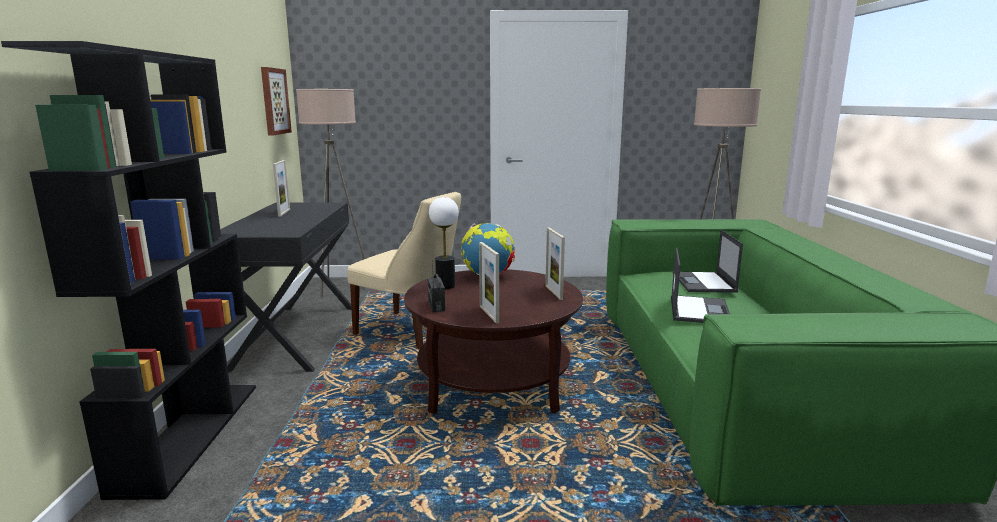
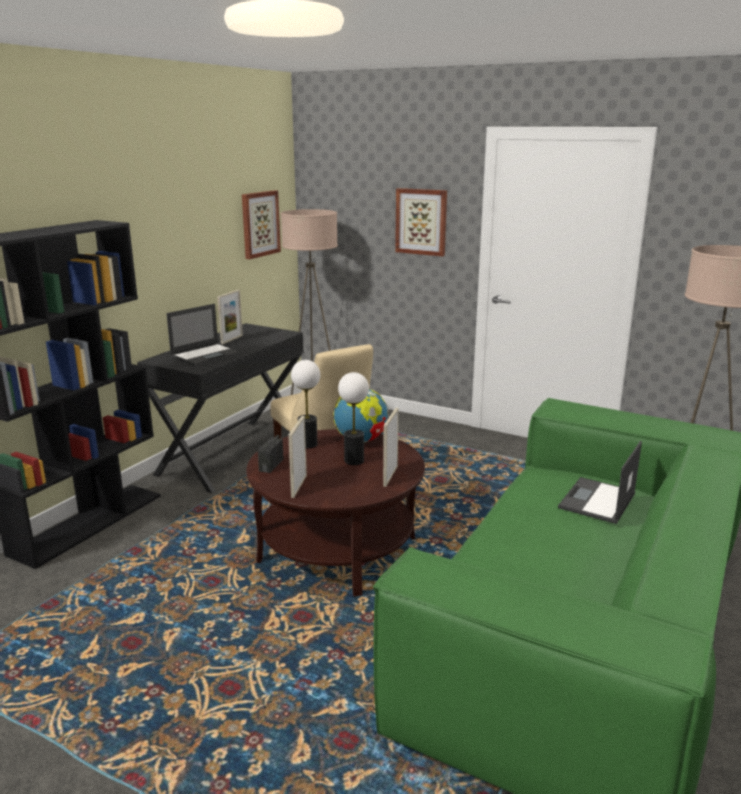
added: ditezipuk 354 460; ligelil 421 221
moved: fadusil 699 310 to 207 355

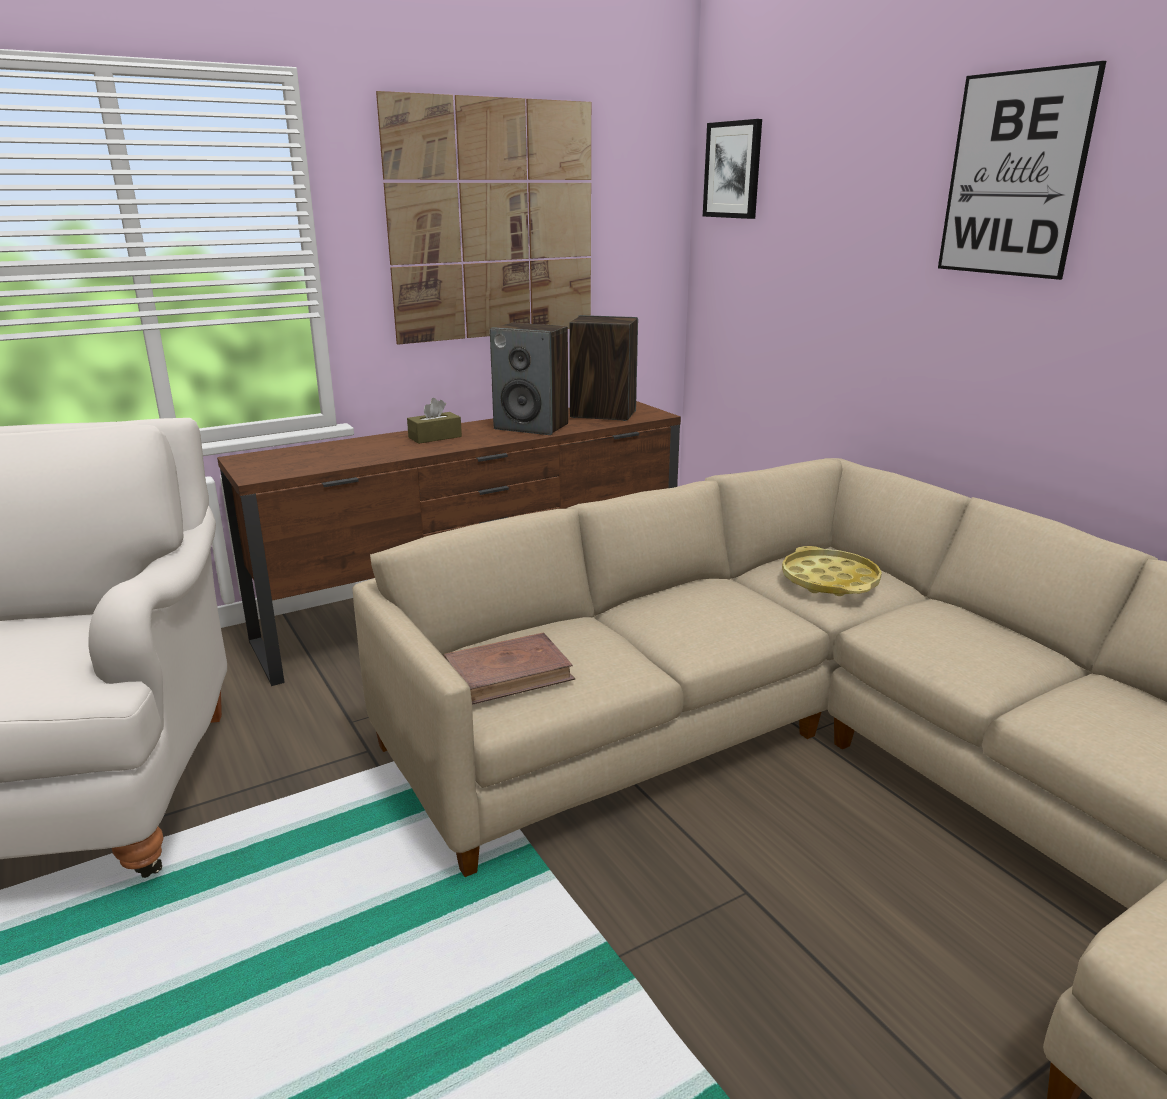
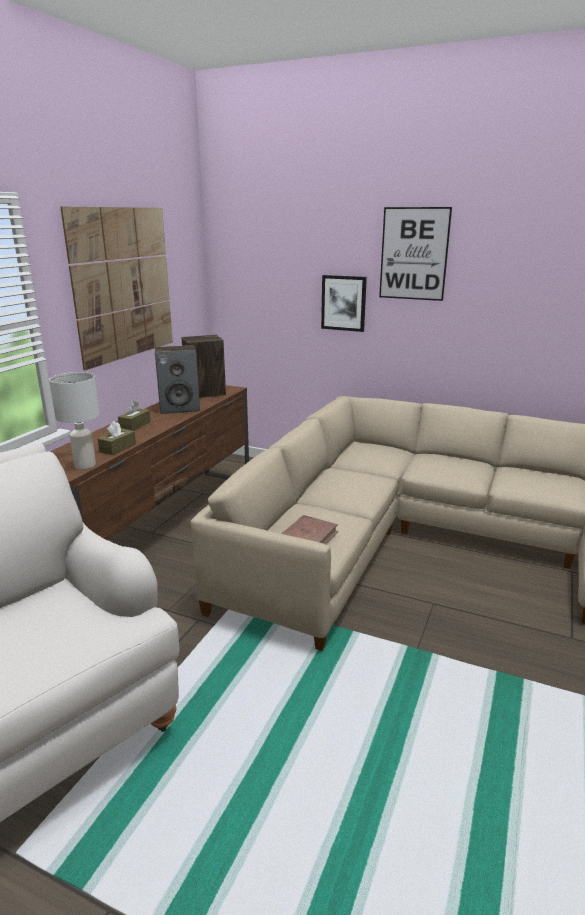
removed: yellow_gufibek 829 580
added: white_ditezipuk 86 465; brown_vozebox 118 448
moved: ligelil 733 170 to 343 303

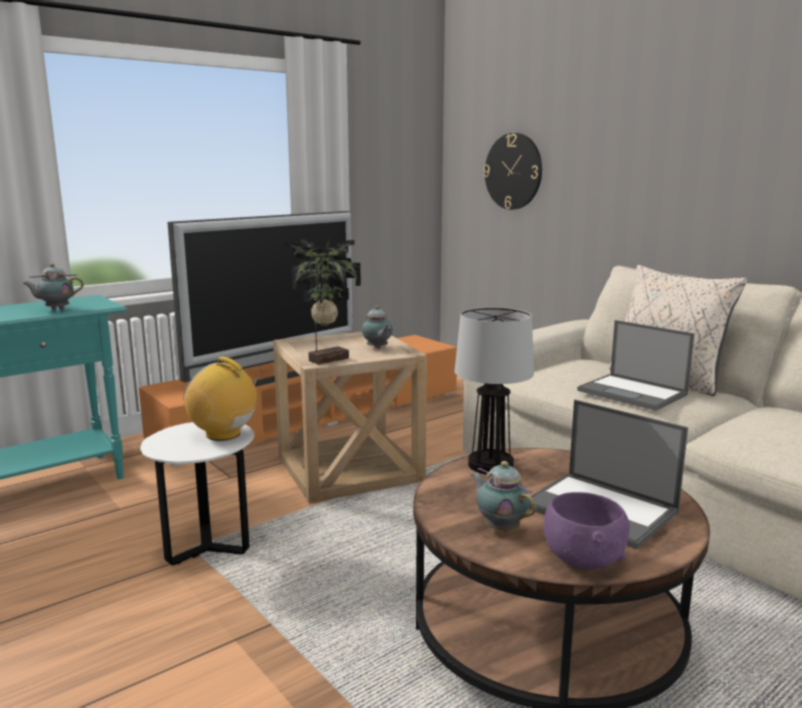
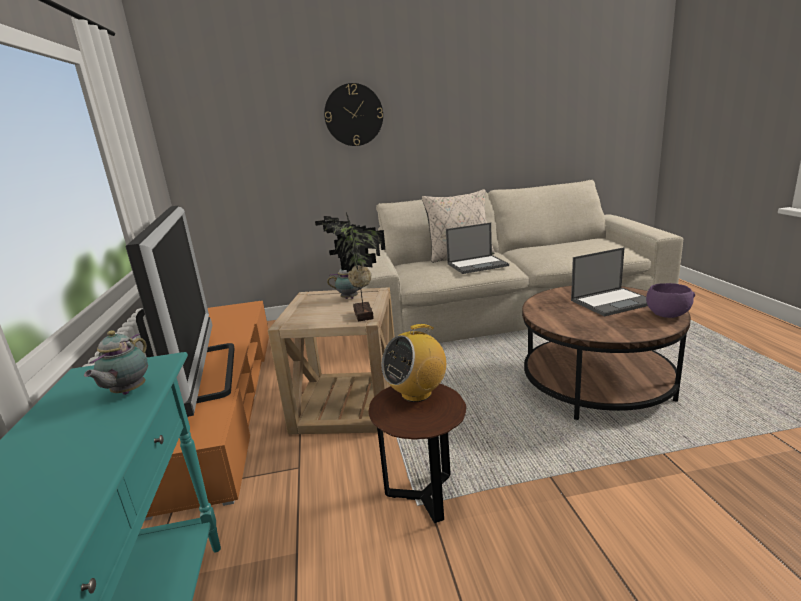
removed: ditezipuk 490 465; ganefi 500 528
moved: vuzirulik 513 171 to 353 115
recoloured: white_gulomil 207 548 to brown_gulomil 424 497

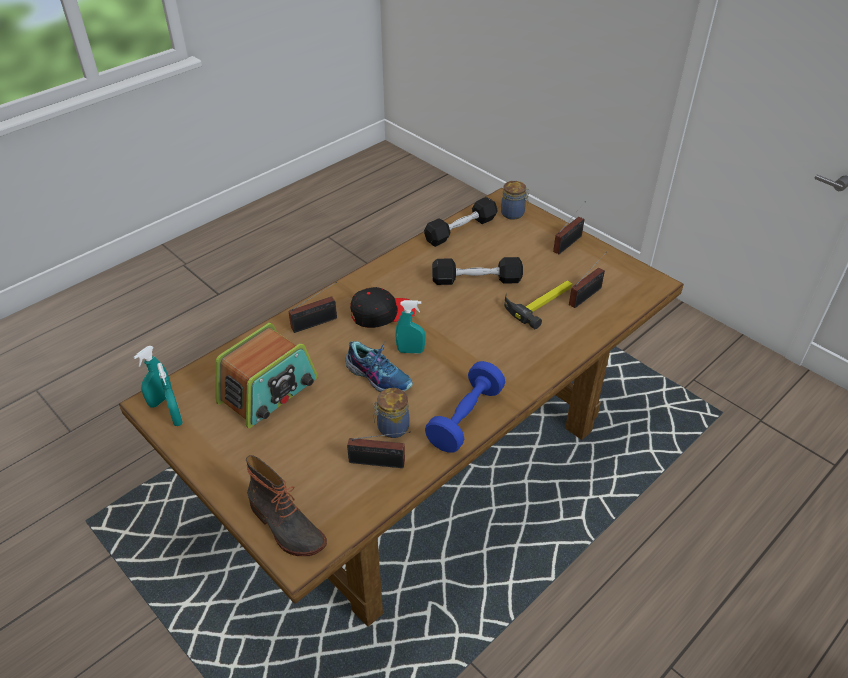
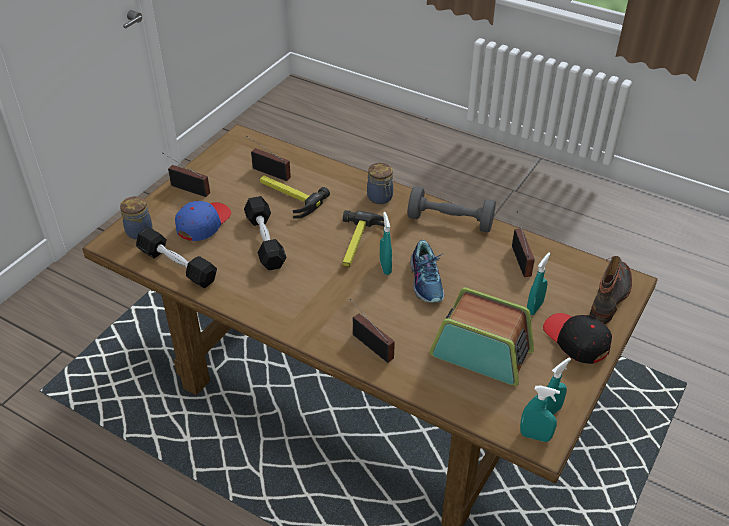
added: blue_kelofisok 203 223; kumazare 359 244; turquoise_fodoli 534 308
moved: black_kelofisok 382 313 to 576 340; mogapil 391 427 to 380 198
recoloured: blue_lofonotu 465 418 to grey_lofonotu 450 221
turned: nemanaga 379 376 = 427 281 150 degrees clockwise

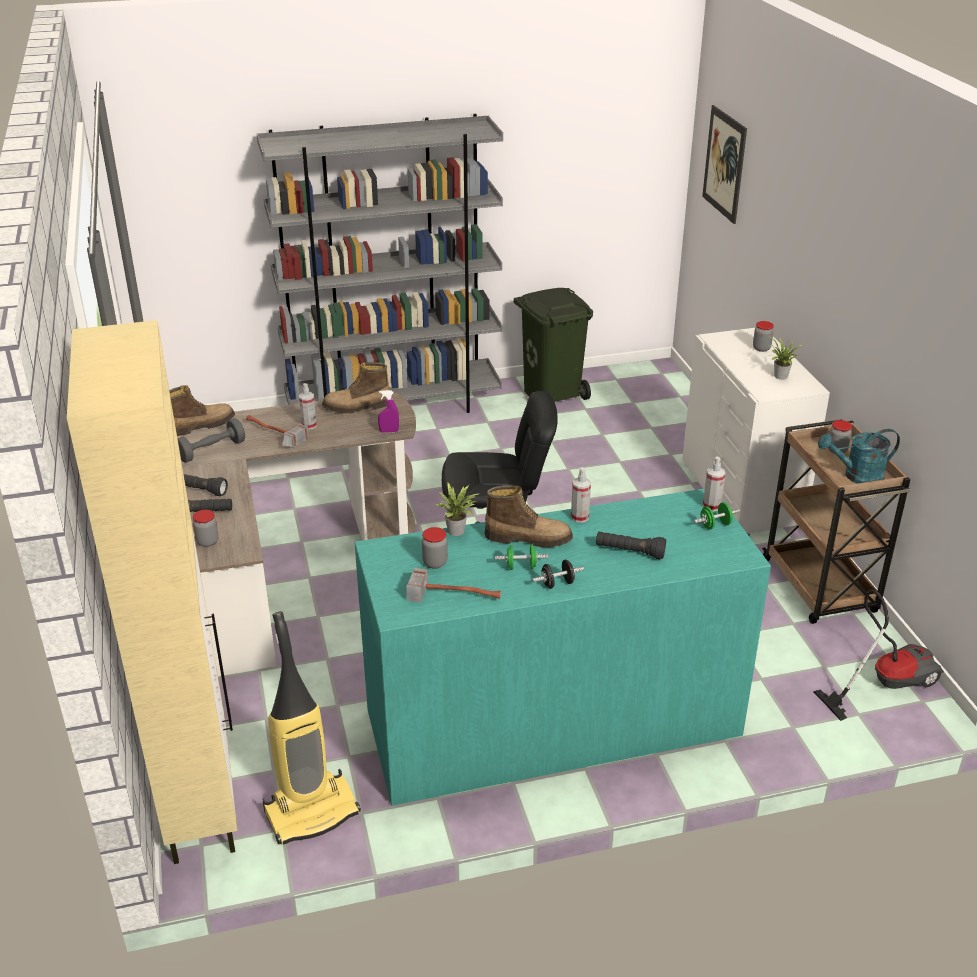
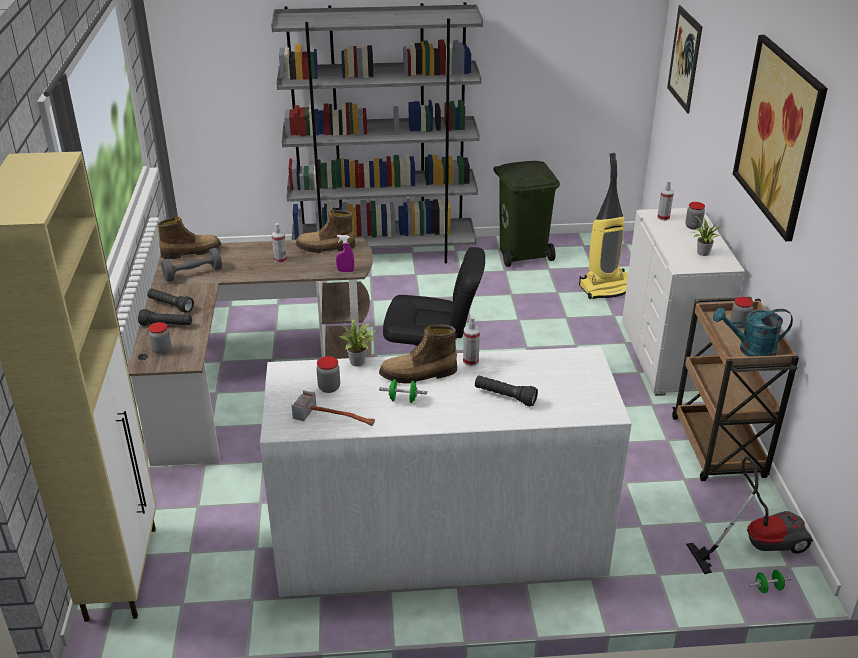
removed: kumazare 271 435; black_lofonotu 557 583
added: ligelil 779 135
moved: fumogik 312 811 to 606 288; green_lofonotu 715 525 to 768 588; fodoli 711 506 to 663 217
recoloured: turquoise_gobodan 552 722 to white_gobodan 440 541
turned: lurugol 528 538 = 418 375 150 degrees clockwise

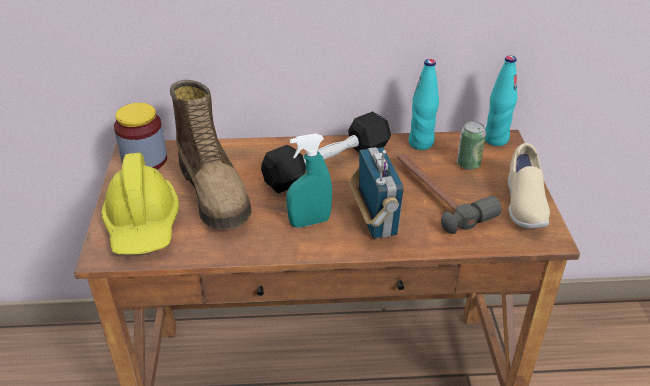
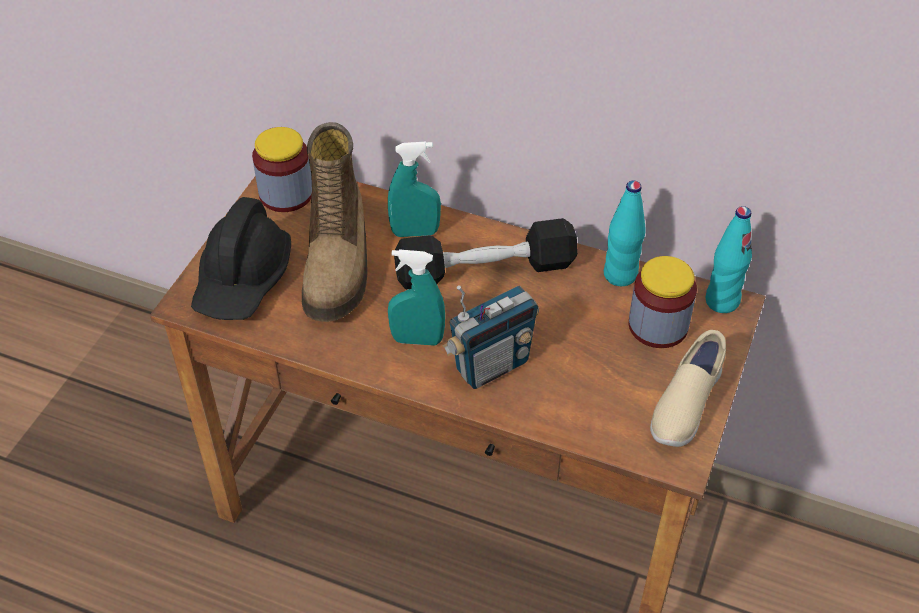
removed: kumazare 437 194
added: turquoise_fodoli 415 232
replaced: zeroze 468 164 to mogapil 658 326
recoloured: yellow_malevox 143 224 to black_malevox 243 279
turned: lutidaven 375 221 = 491 365 45 degrees clockwise

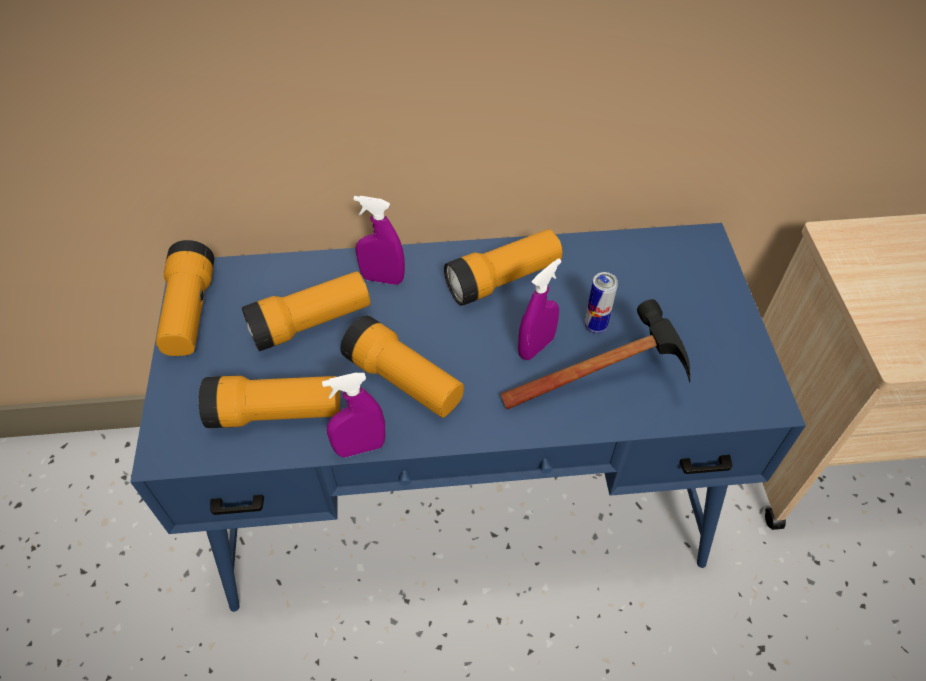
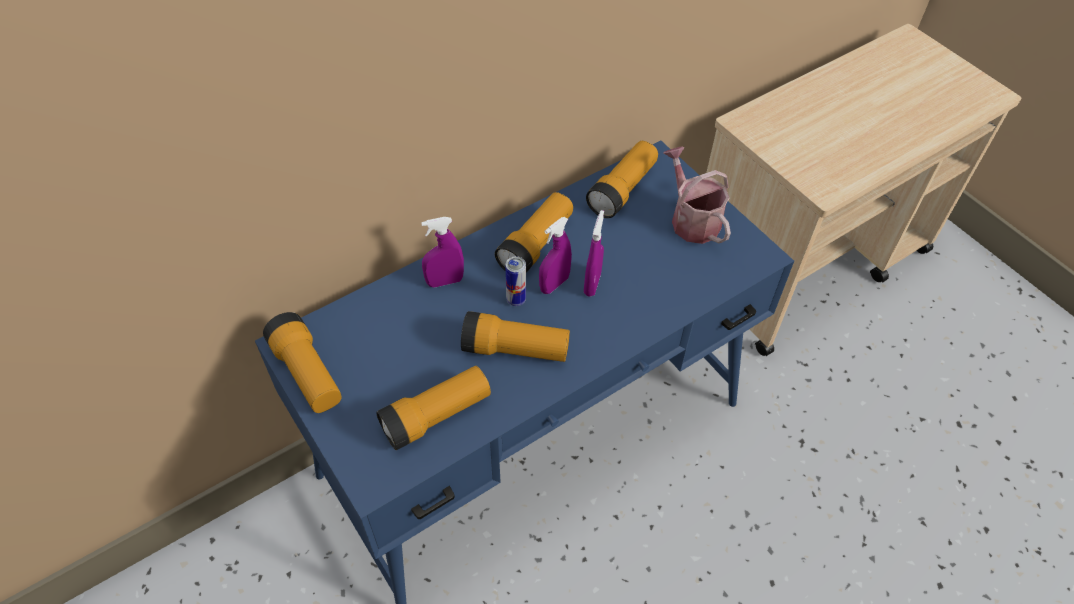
removed: kumazare 608 377
added: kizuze 691 219
moved: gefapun 311 323 to 622 190; purple_fodoli 360 447 to 554 284; zeroze 595 326 to 516 300

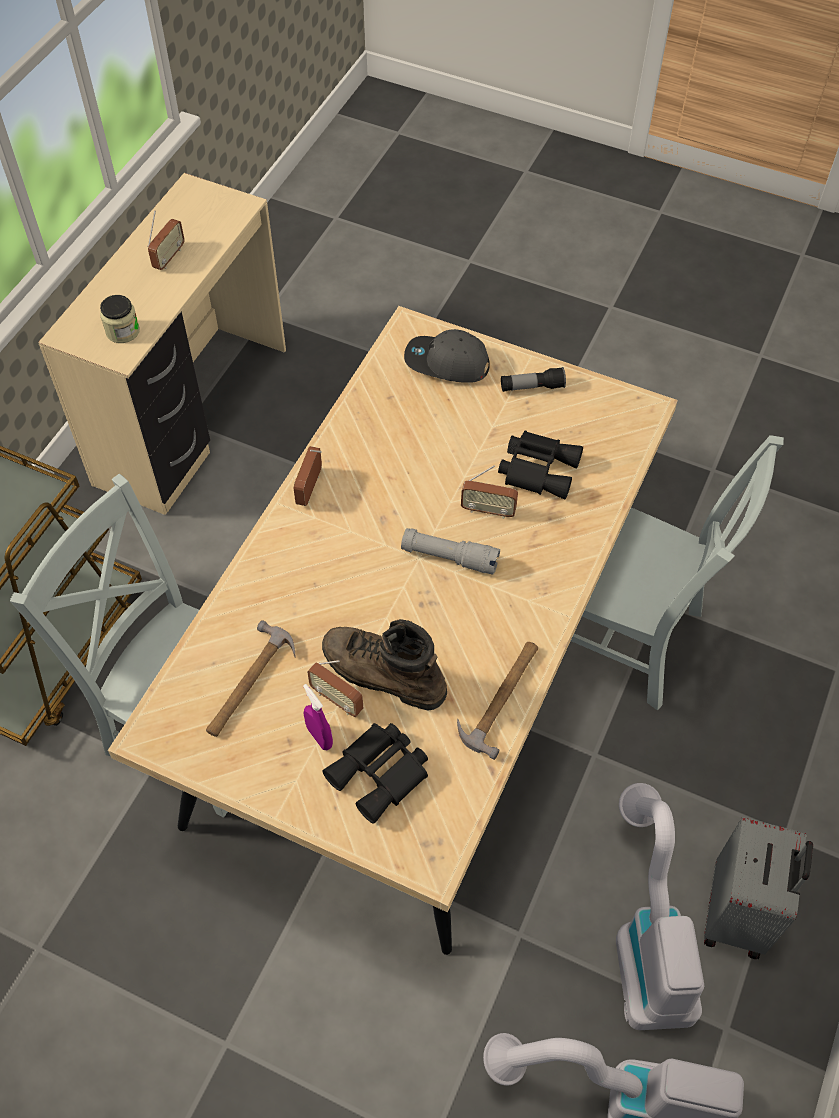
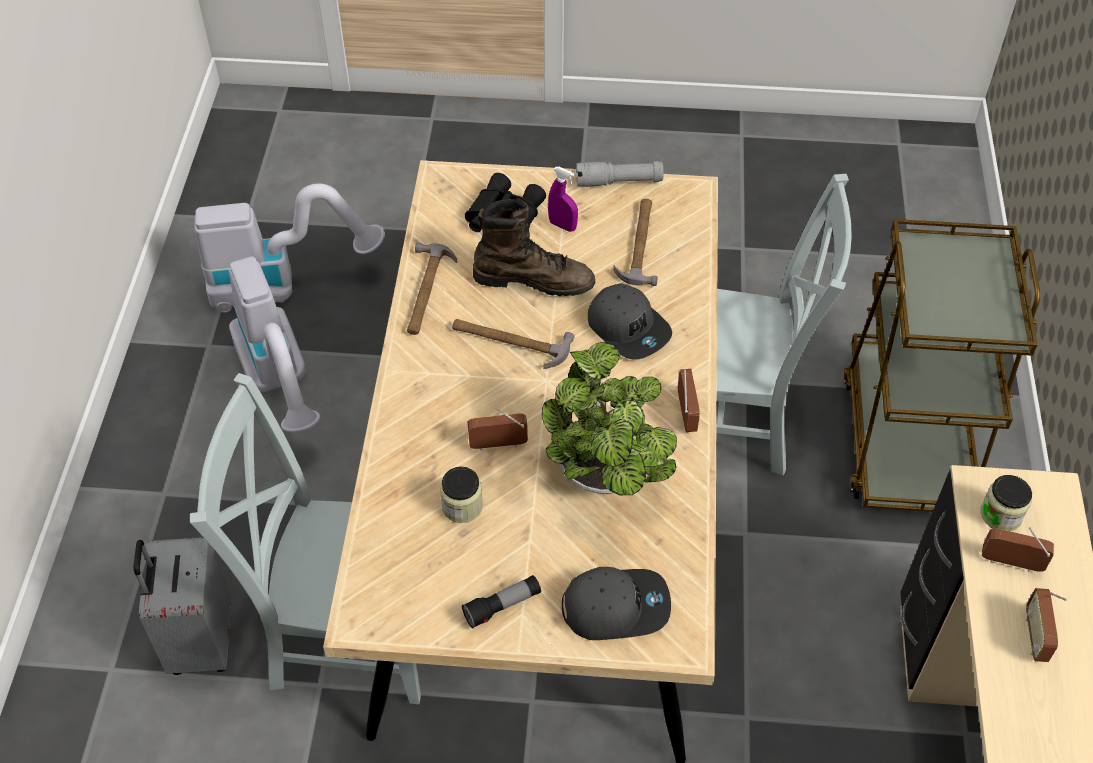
added: kumazare 510 342; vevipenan 606 479; grey_kelofisok 629 328
moved: lutidaven 337 699 to 1011 563; grey_gefapun 449 557 to 619 182; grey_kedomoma 738 913 to 200 642
replaced: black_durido 538 468 to mogapil 462 506

